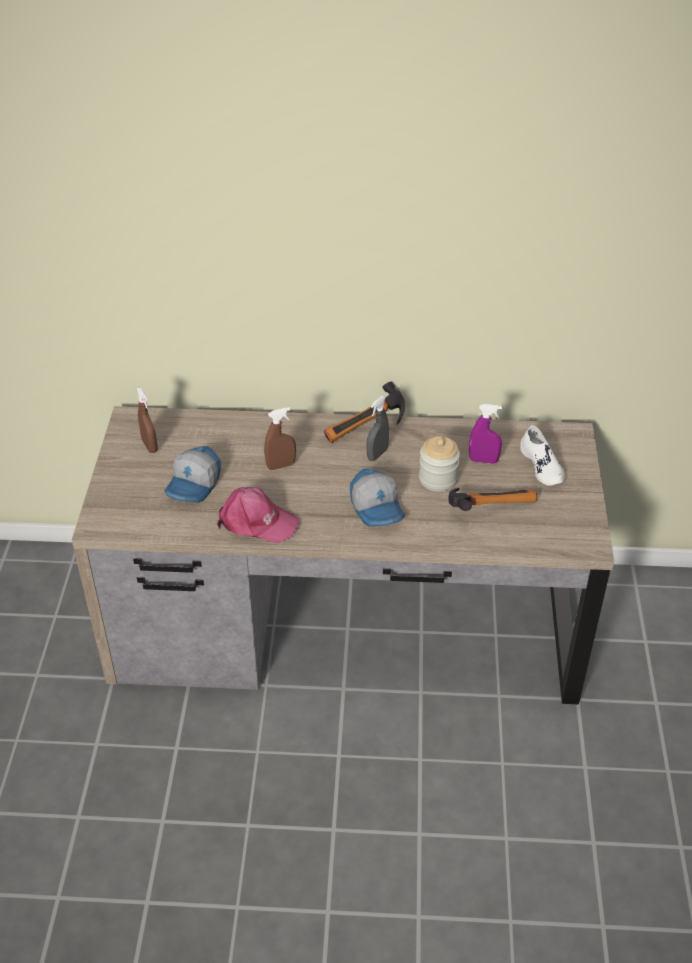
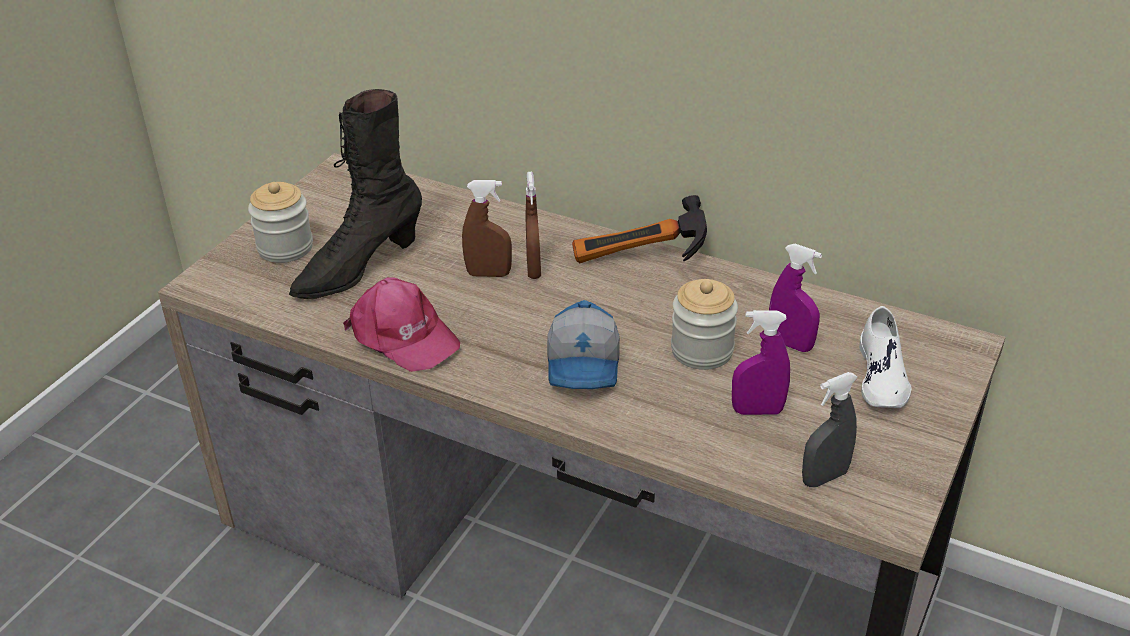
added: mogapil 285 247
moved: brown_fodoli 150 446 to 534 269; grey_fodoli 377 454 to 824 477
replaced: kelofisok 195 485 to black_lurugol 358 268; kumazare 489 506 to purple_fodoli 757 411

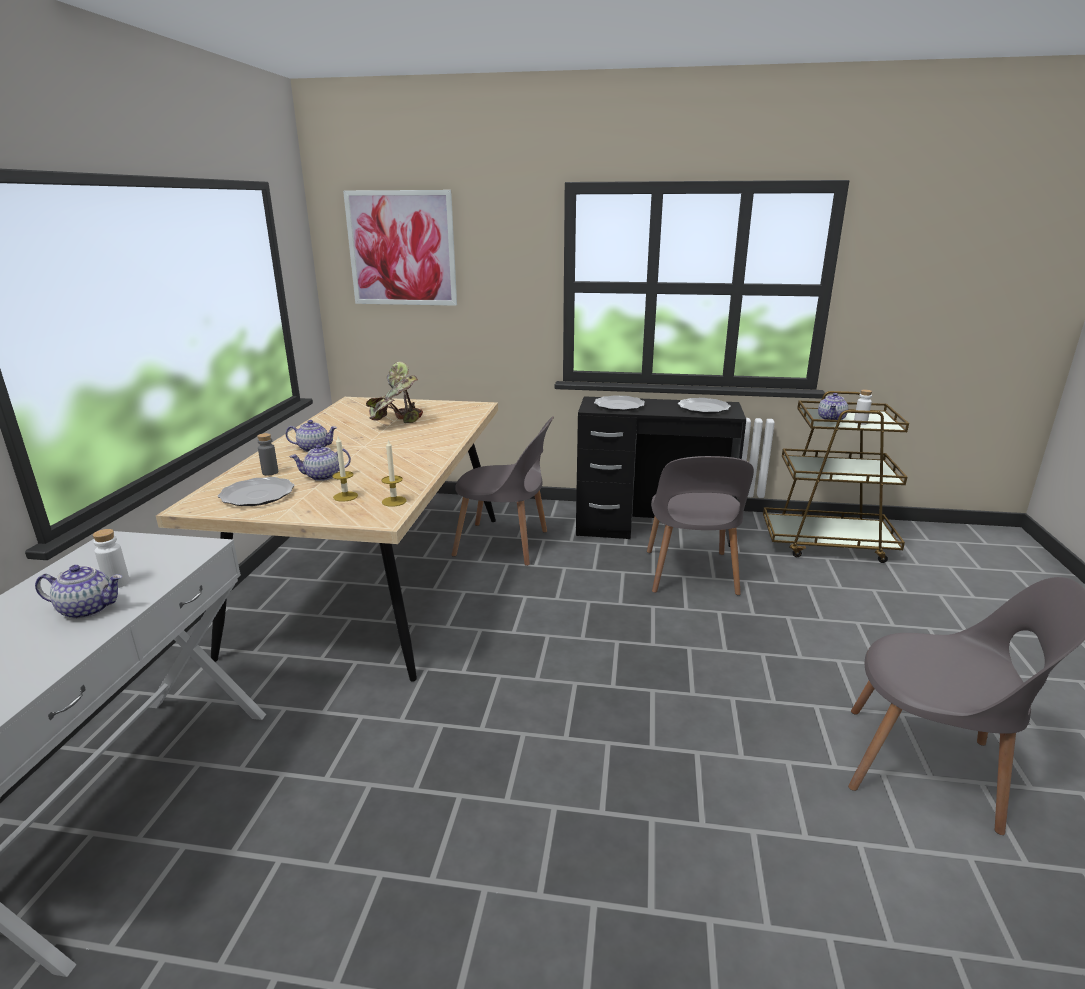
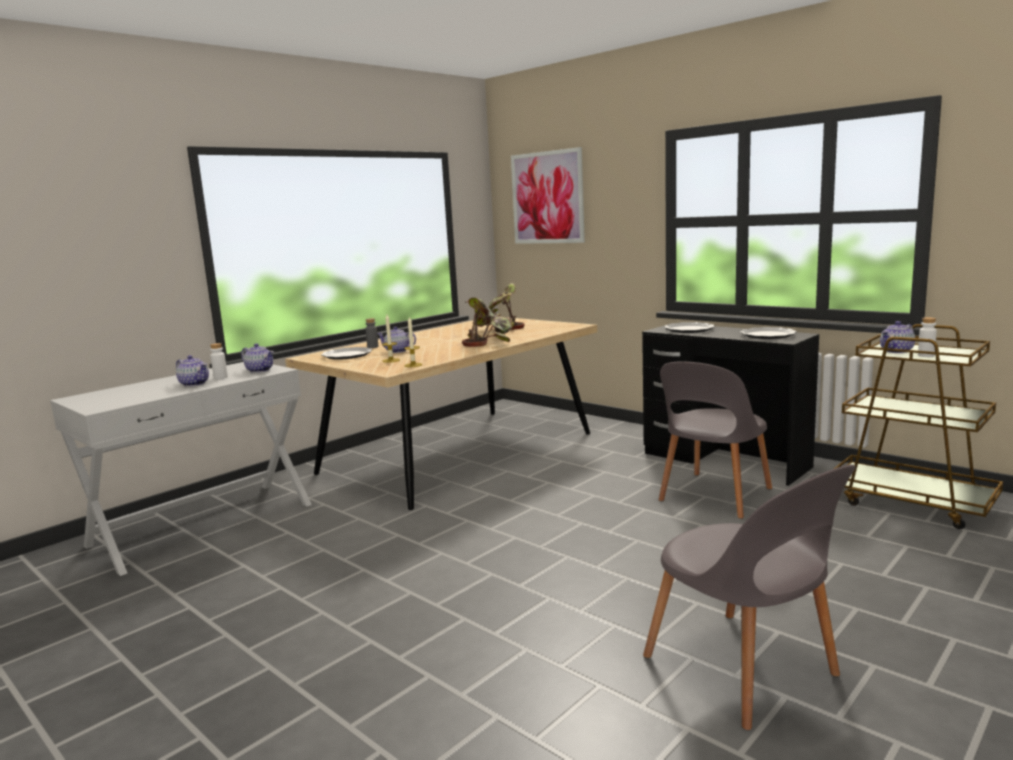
removed: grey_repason 505 544
added: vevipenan 489 342
moved: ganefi 314 448 to 260 370

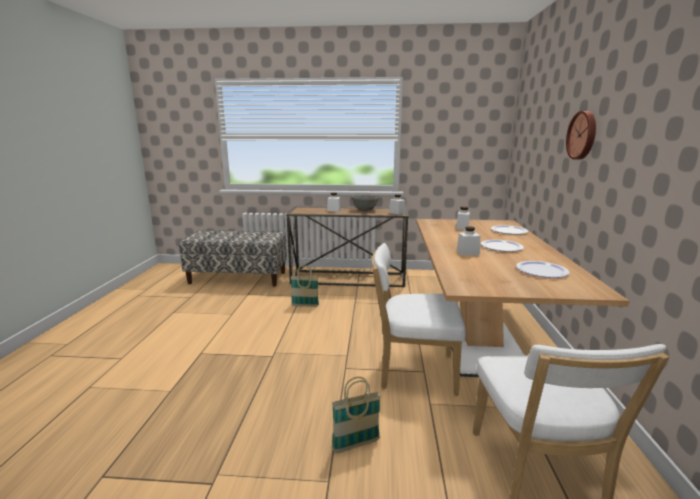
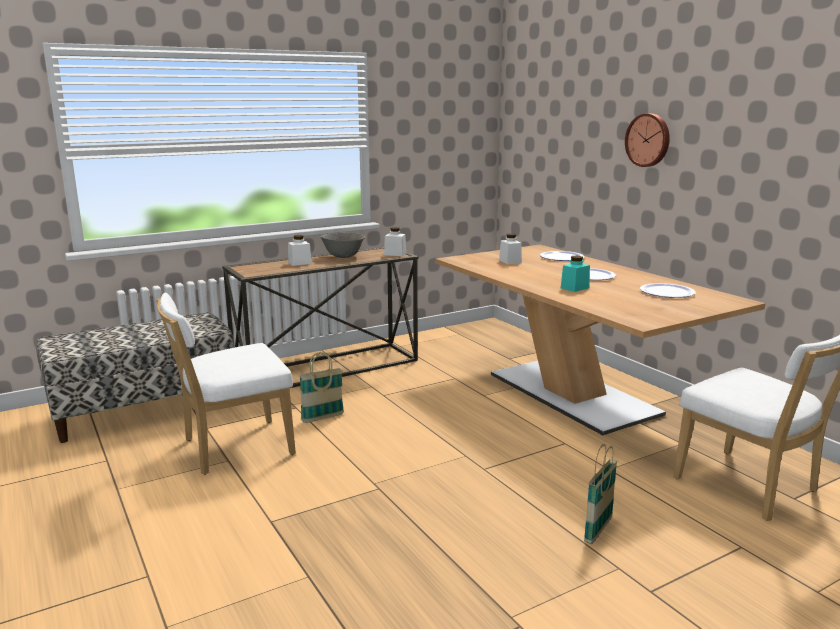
moved: white_repason 413 371 to 233 448
recoloured: white_mogapil 467 253 to turquoise_mogapil 575 288

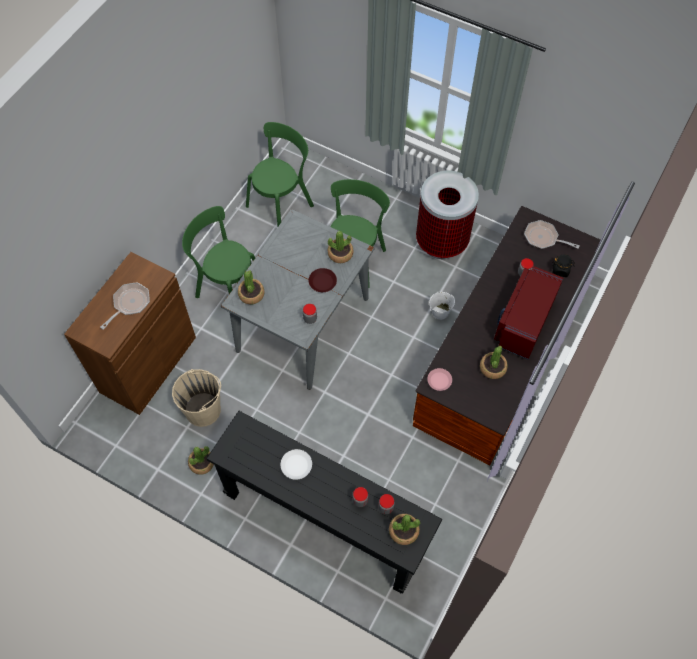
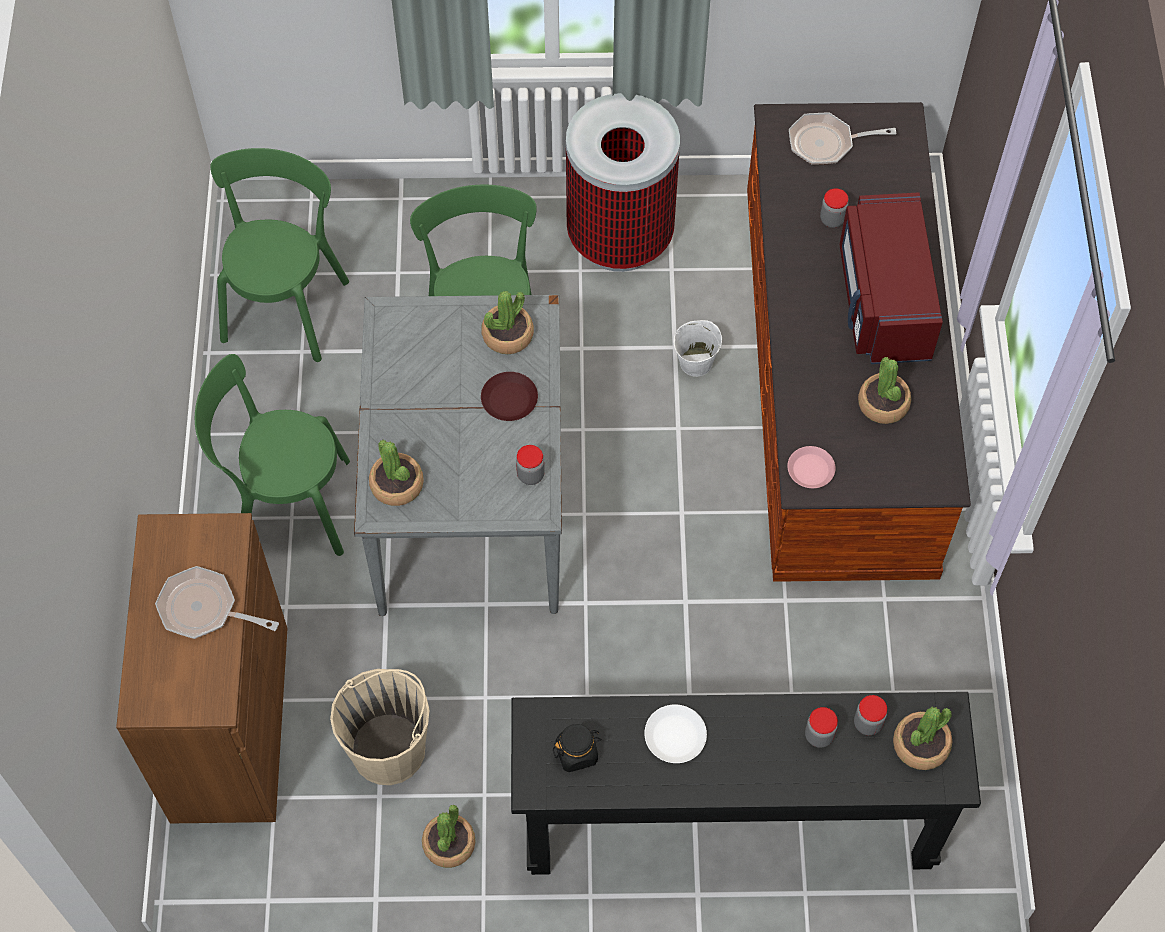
moved: black_mogapil 560 270 to 577 753
turned: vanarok 129 304 = 204 609 75 degrees counterclockwise

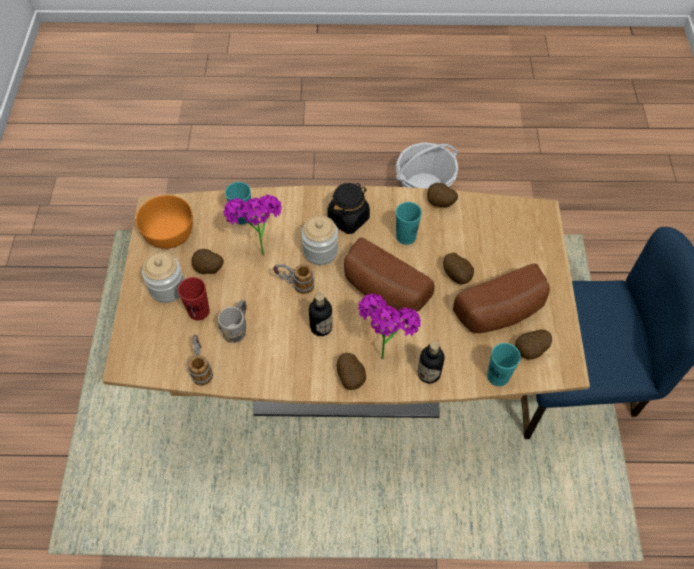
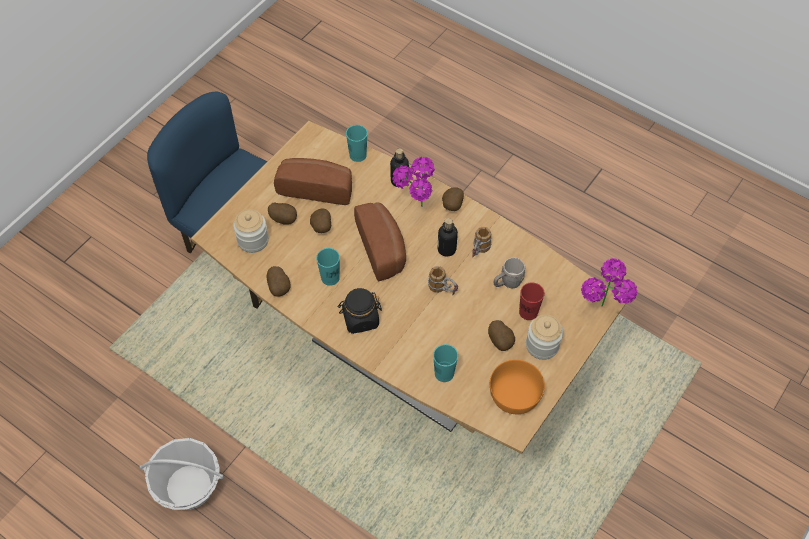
moved: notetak 201 367 to 478 252; vevipenan 258 247 to 602 314; mogapil 320 251 to 253 240; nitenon 530 351 to 284 219

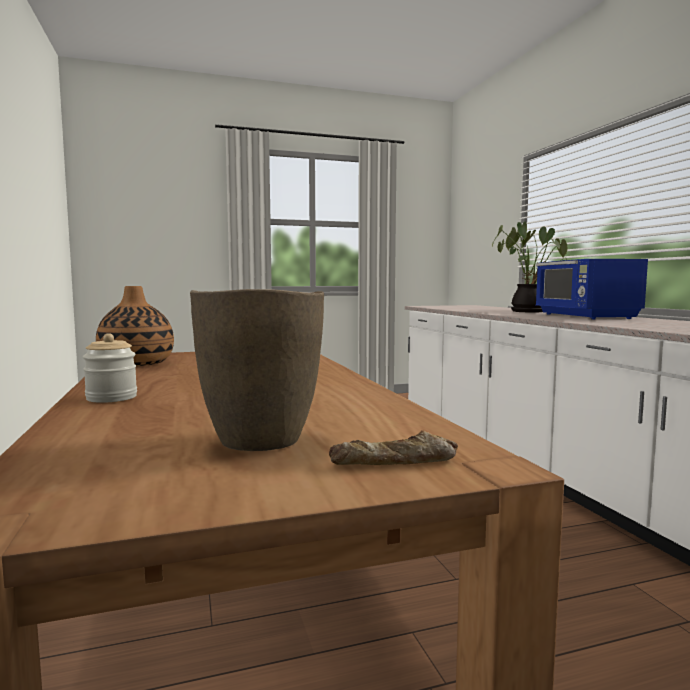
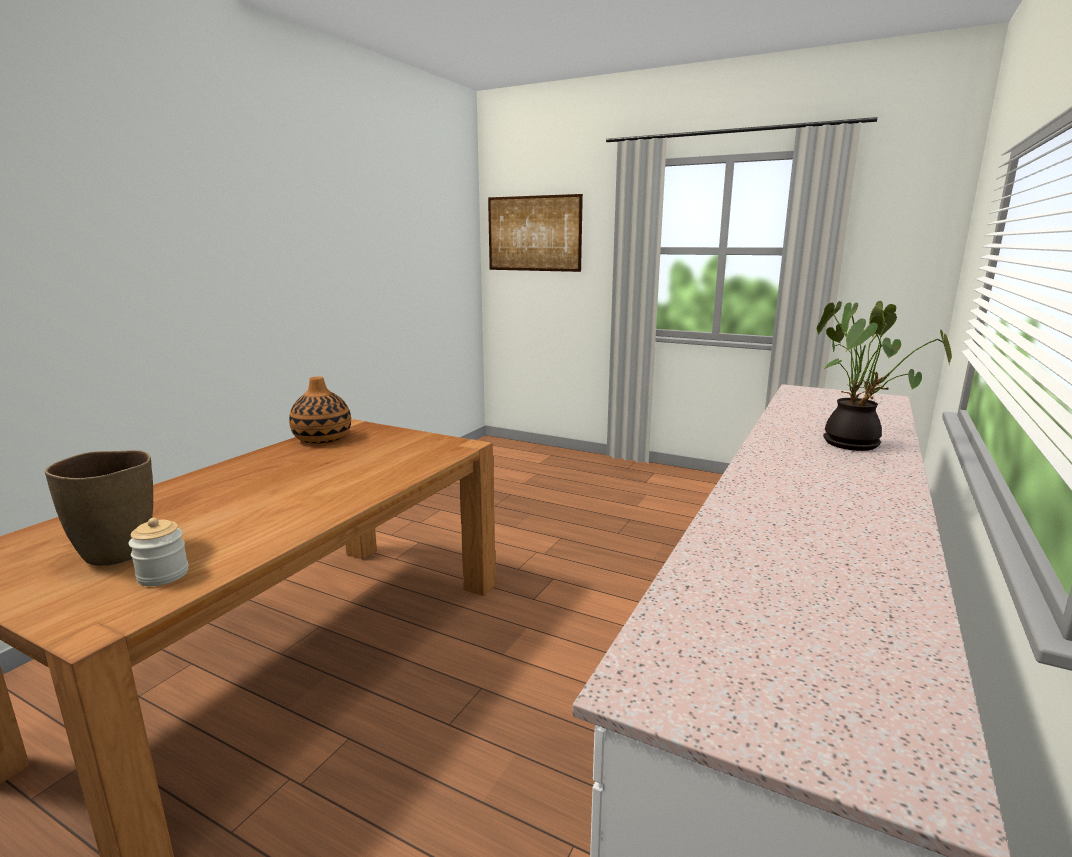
removed: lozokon 395 462; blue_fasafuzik 585 316
added: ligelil 534 233
moved: mogapil 111 398 to 163 575

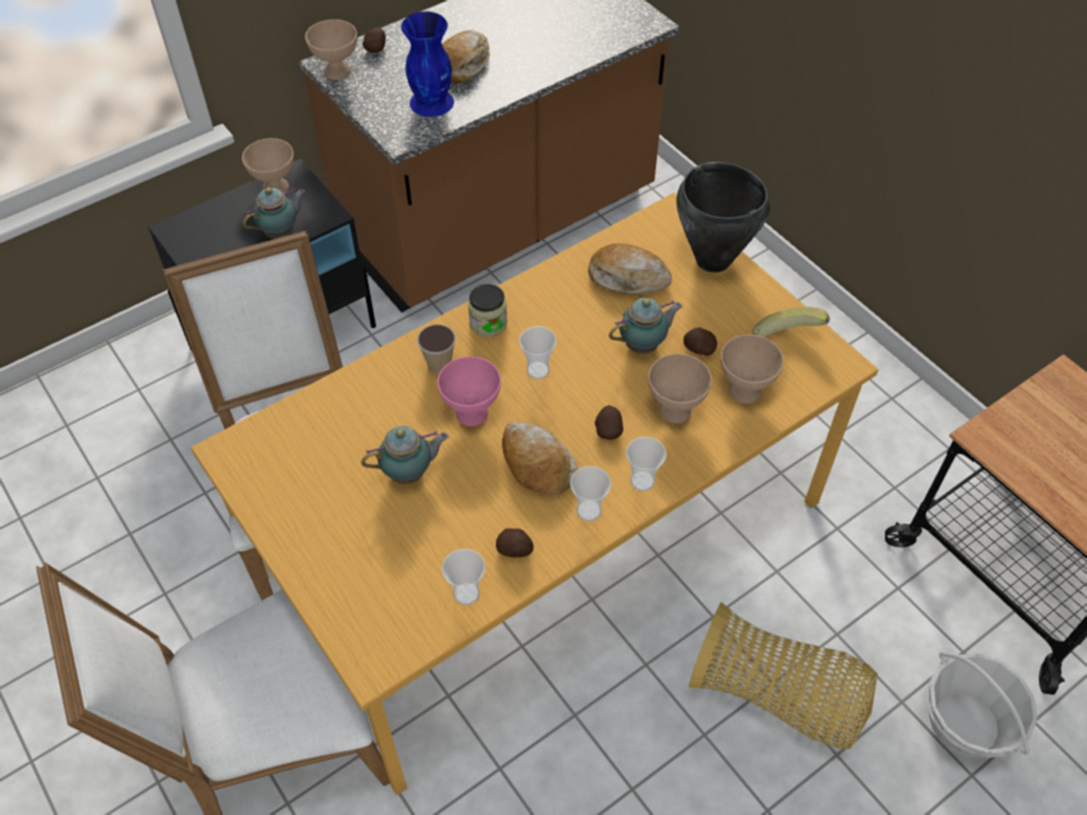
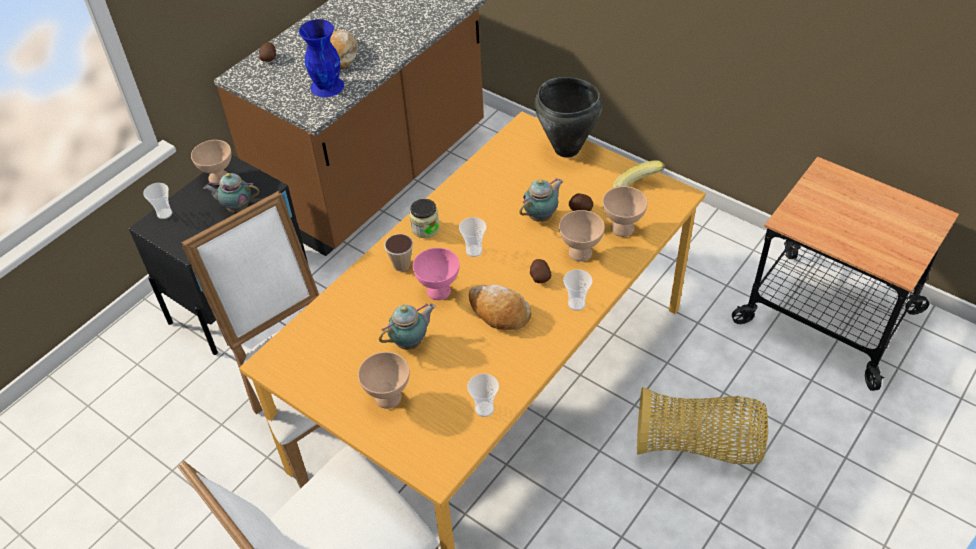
removed: nitenon 515 550; lozokon 627 277; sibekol 965 724
moved: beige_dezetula 338 72 to 389 397; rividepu 588 510 to 164 213
turned: ganefi 281 232 = 236 208 120 degrees counterclockwise

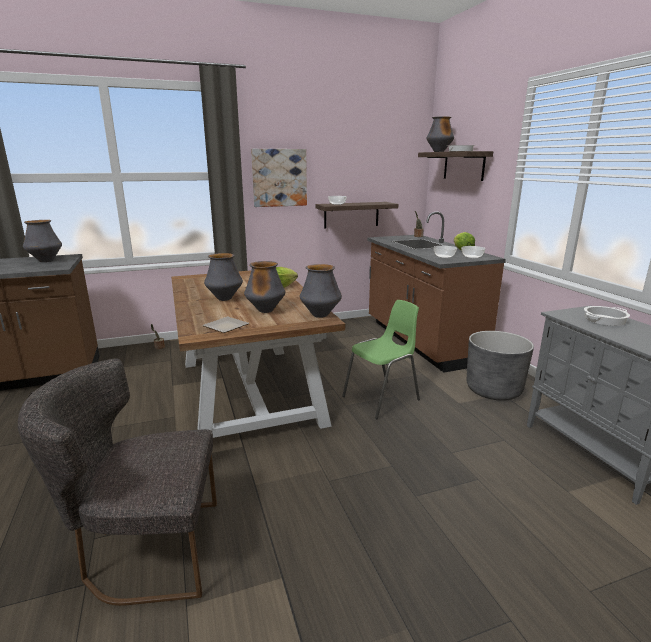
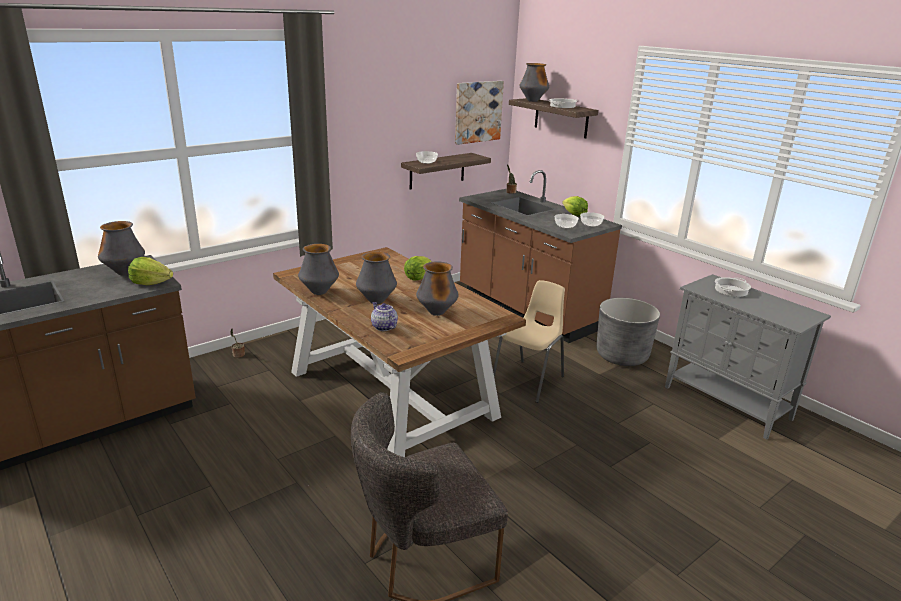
removed: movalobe 224 327
added: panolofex 151 283; ganefi 383 327
moved: ligelil 279 178 to 477 112; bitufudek 320 315 to 319 292
recoloured: green_repason 382 398 to beige_repason 529 380

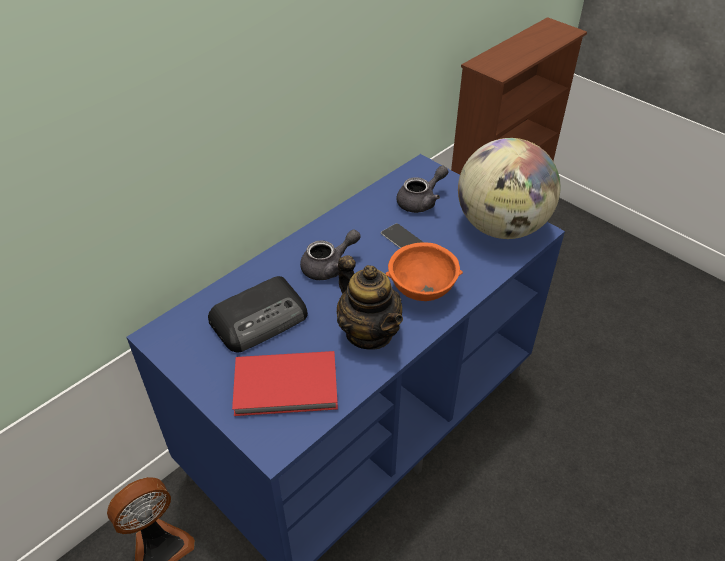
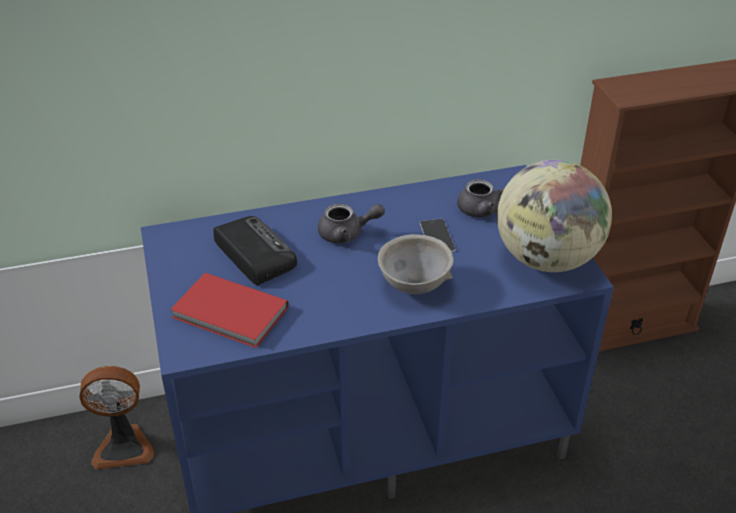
removed: ganefi 369 333
recoloured: orange_dezetula 422 291 to grey_dezetula 414 286
turned: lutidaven 261 319 = 253 254 120 degrees counterclockwise

